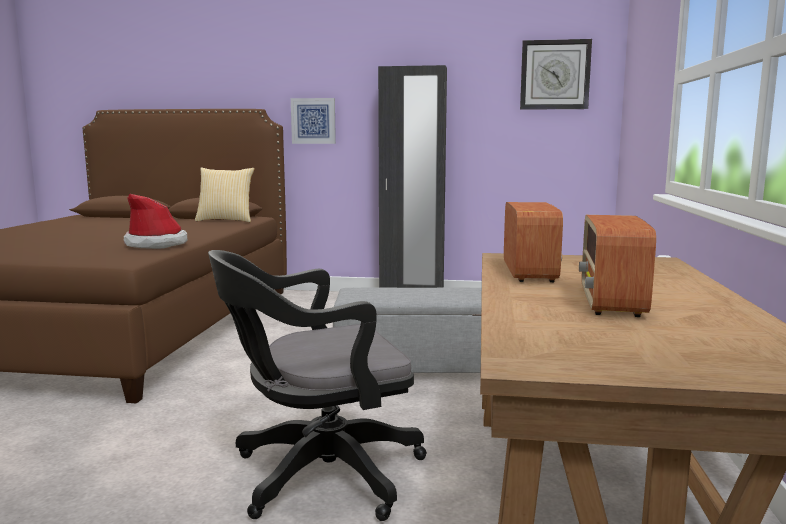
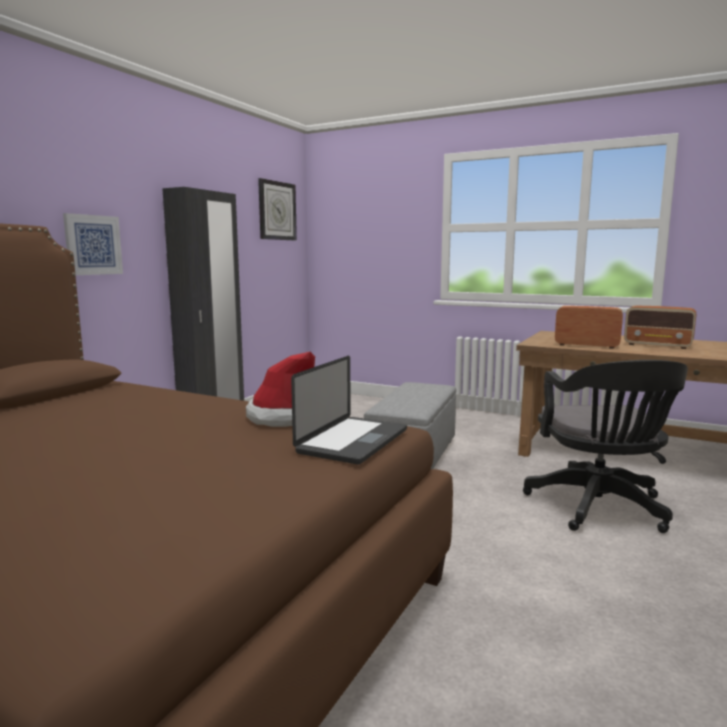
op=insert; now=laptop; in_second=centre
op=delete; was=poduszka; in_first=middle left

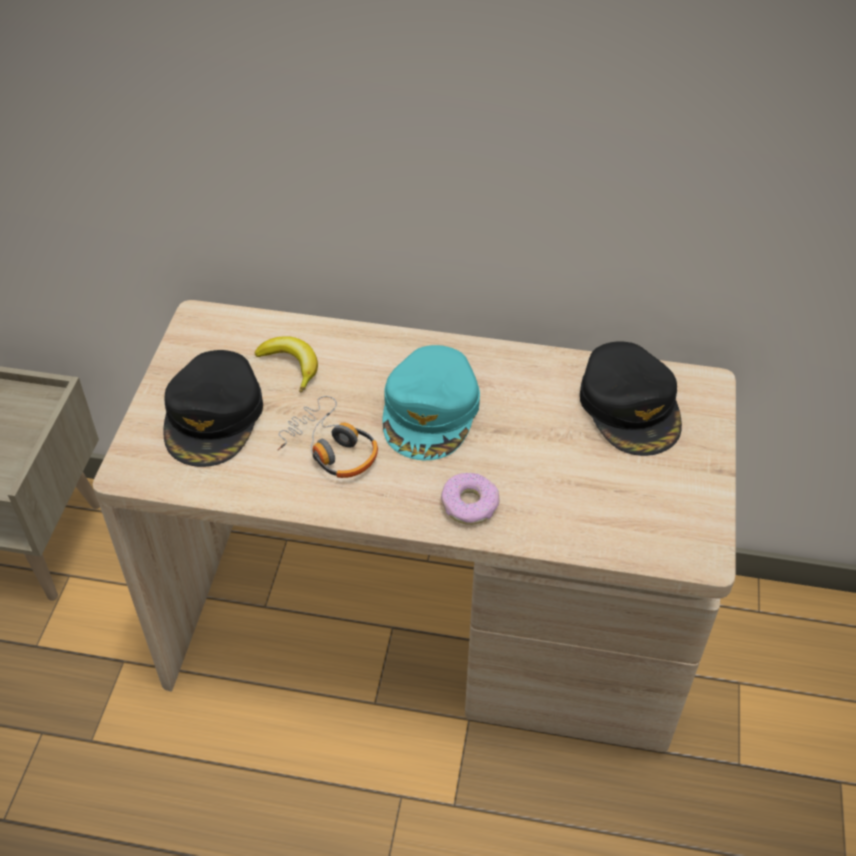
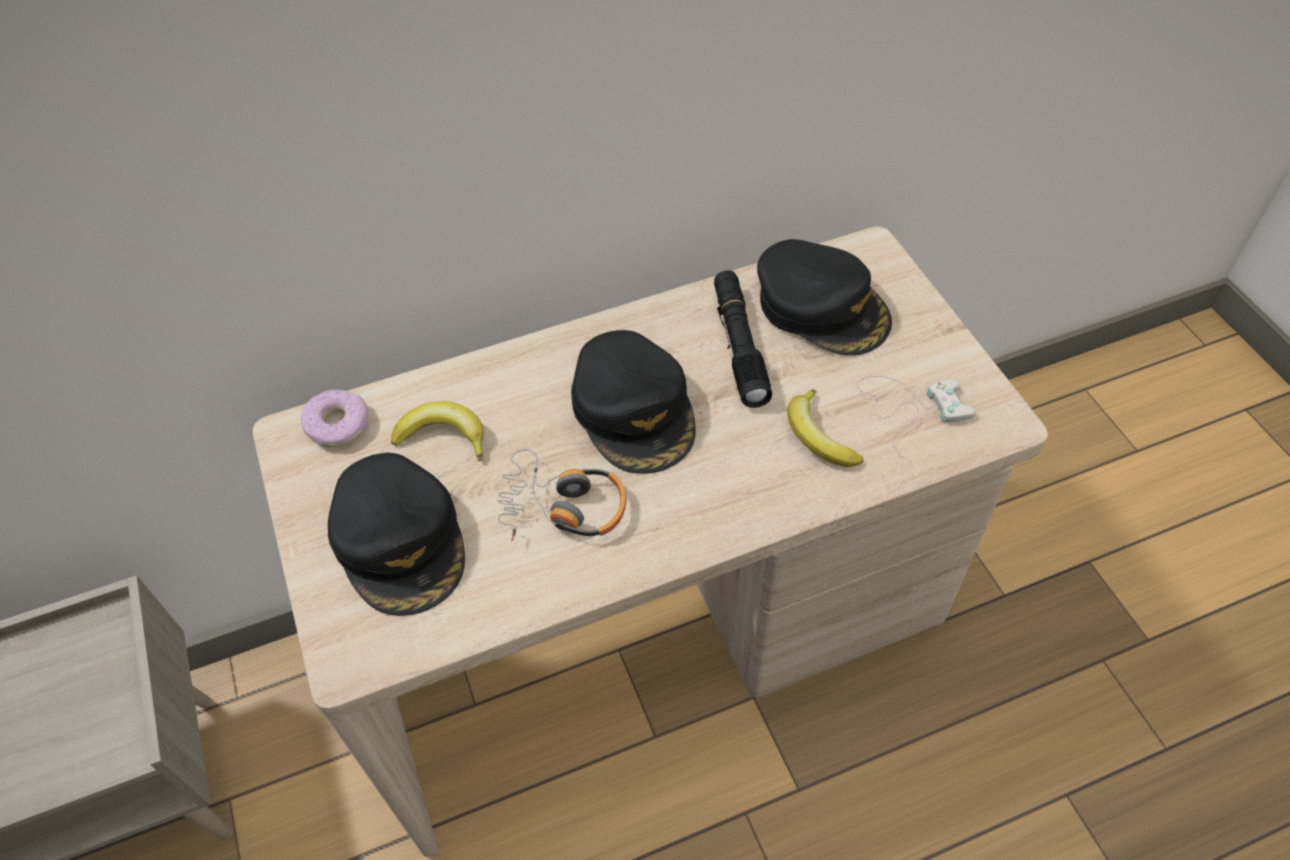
op=move; was=donut; in_first=centre; in_second=middle left
op=recolor; was=czapka z daszkiem/turkusowy; now=czapka z daszkiem/czarny (2nd from left); in_first=centre; in_second=centre
op=insert; now=latarka/czarny; in_second=centre
op=insert; now=banan (2nd from left); in_second=centre
op=insert; now=pad do gier/biały; in_second=middle right

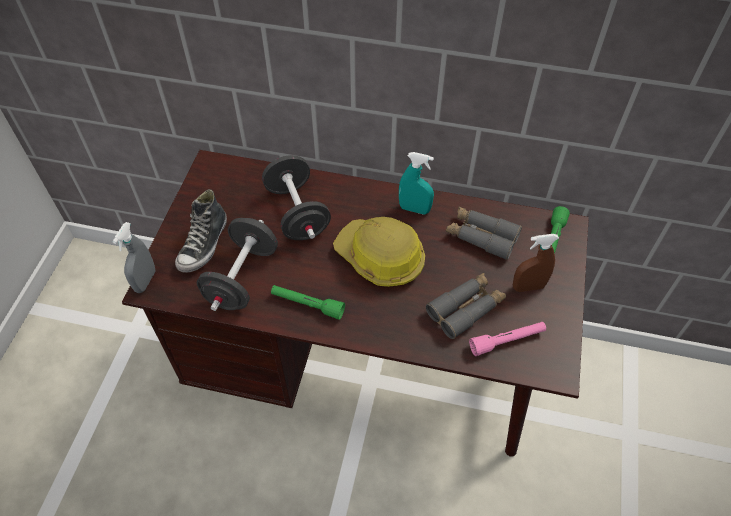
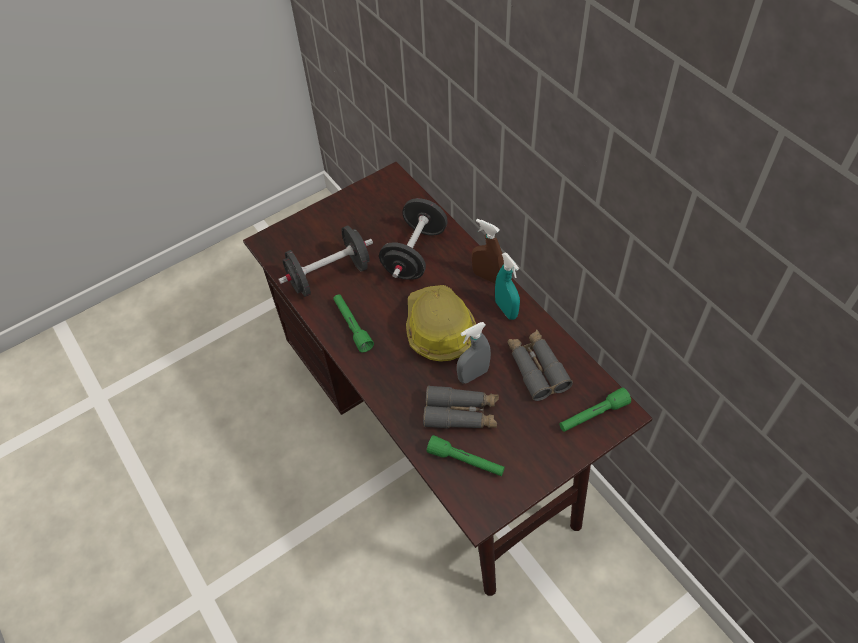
op=recolor; was=latarka/różowy; now=latarka/zielony (2nd from left); in_first=middle right; in_second=bottom centre
op=move; was=spryskiwacz/szary; in_first=middle left; in_second=centre
op=move; was=spryskiwacz/brązowy; in_first=middle right; in_second=centre
op=delete; was=but; in_first=middle left

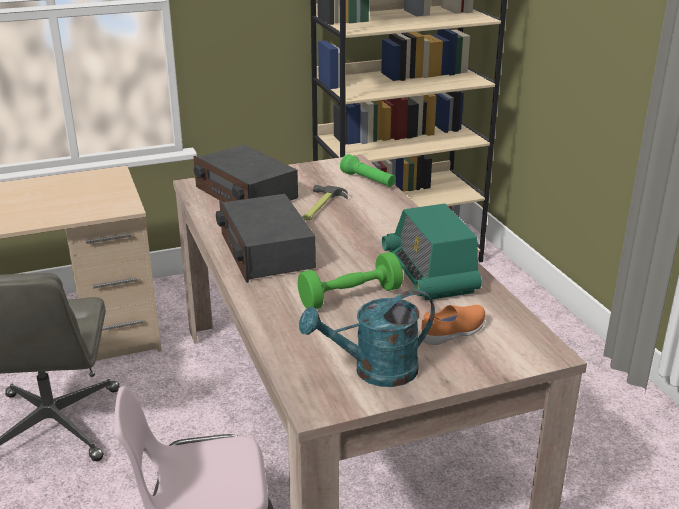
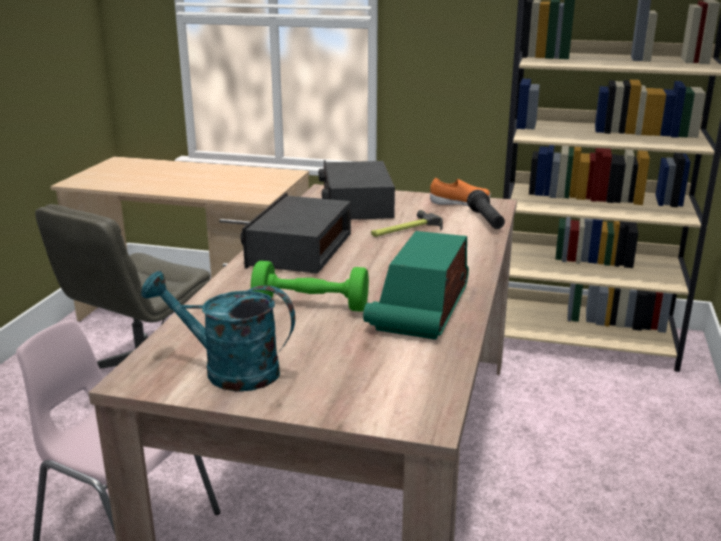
op=move; was=but/pomarańczowy; in_first=middle right; in_second=centre
op=recolor; was=latarka/zielony; now=latarka/czarny; in_first=centre; in_second=middle right

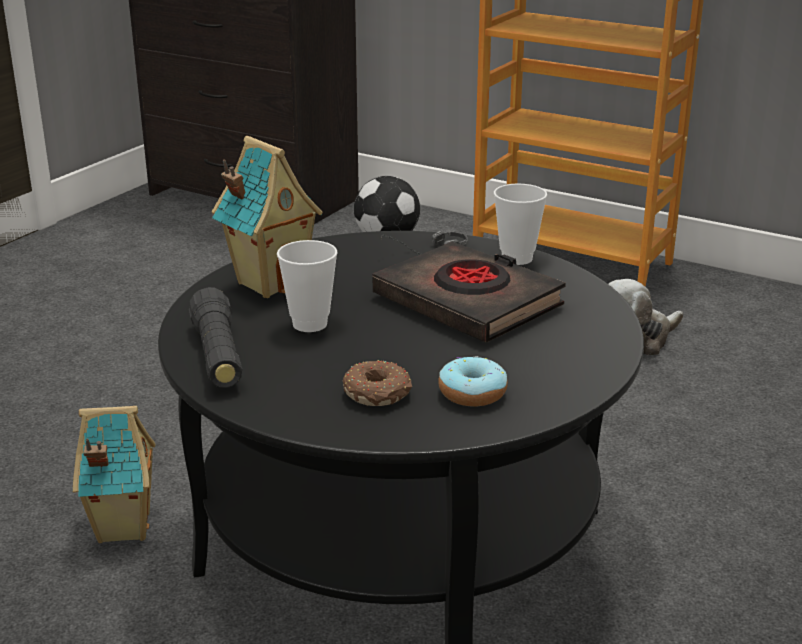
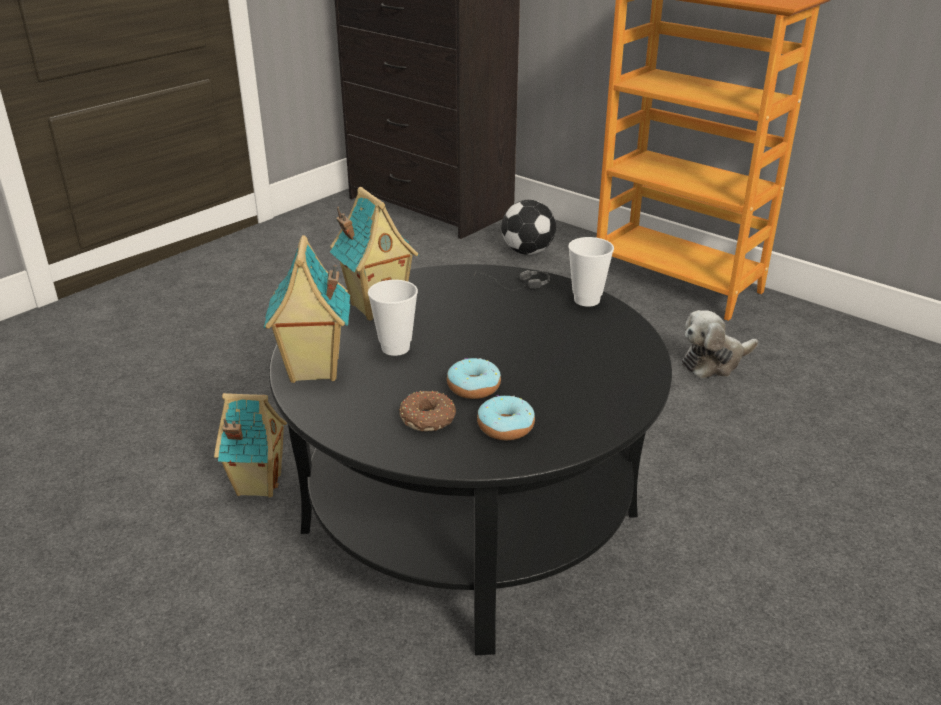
op=replace; was=latarka/czarny; now=domek (2nd from left); in_first=middle left; in_second=middle left
op=insert; now=donut (2nd from left); in_second=centre
op=delete; was=książka/czarny; in_first=centre

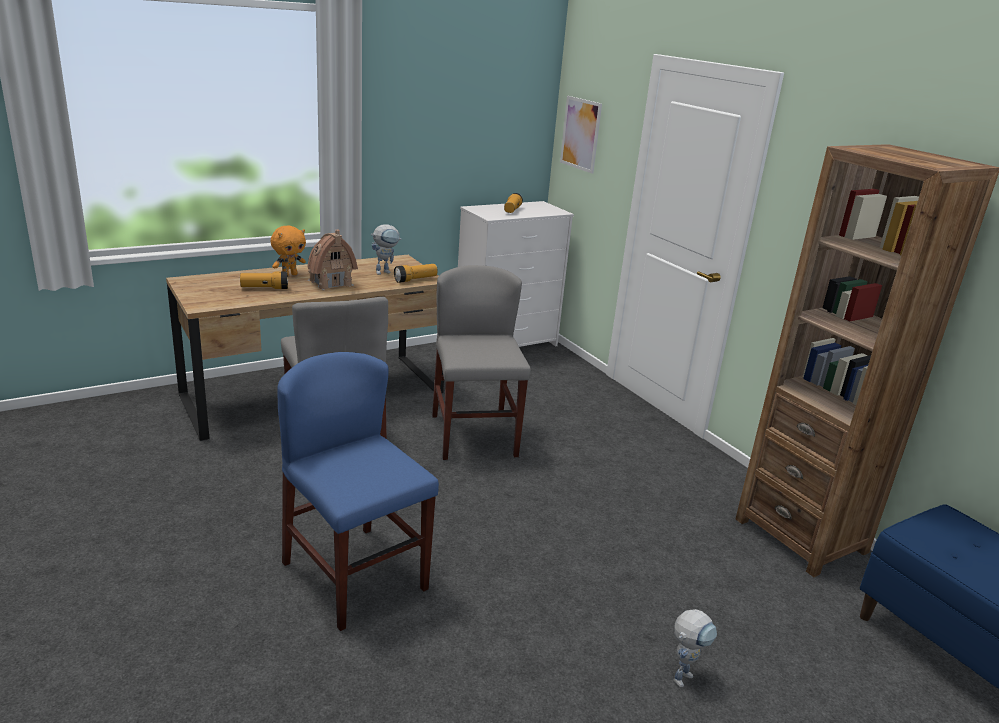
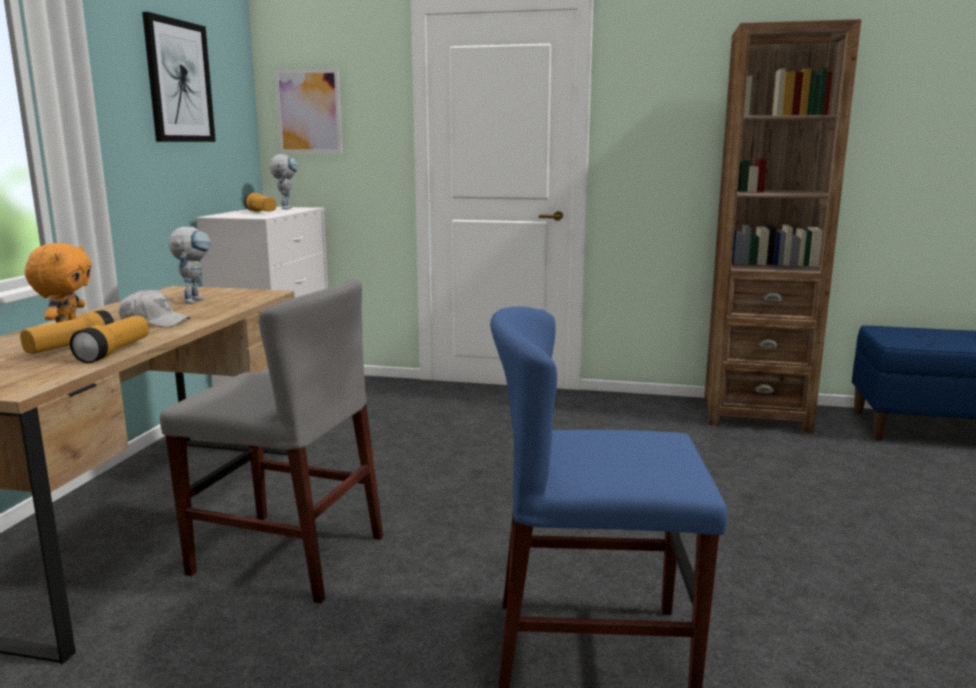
op=move; was=latarka (2nd from left); in_first=centre; in_second=middle left
op=replace; was=domek; now=czapka z daszkiem/biały; in_first=middle left; in_second=middle left
op=insert; now=obraz (1st from left); in_second=top left
op=move; was=robot zabawkowy (2nd from left); in_first=bottom right; in_second=top left
op=delete; was=krzesło/szary (2nd from left); in_first=centre

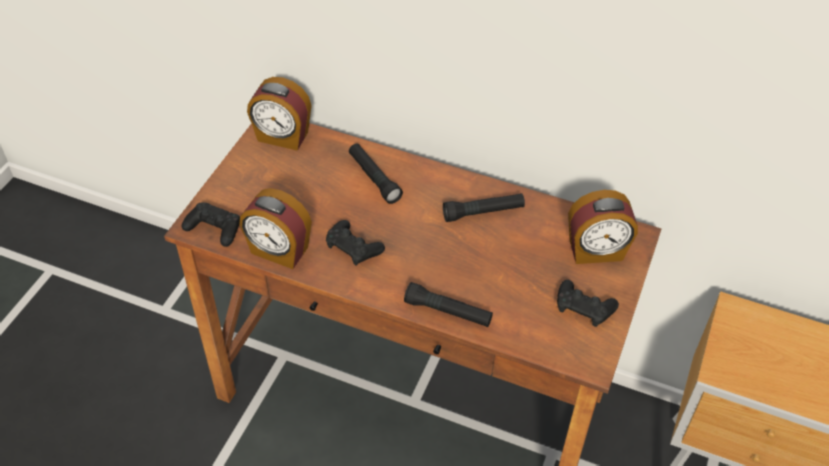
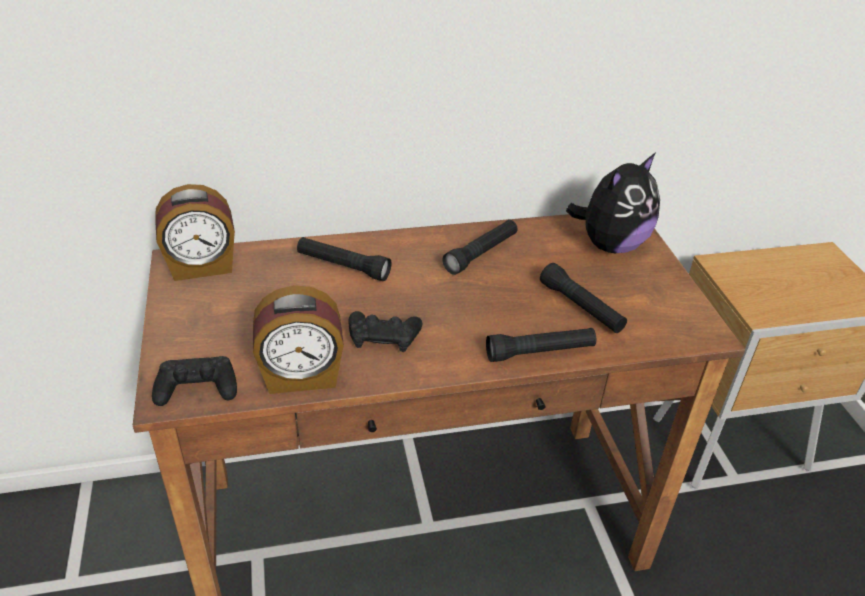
op=insert; now=latarka/czarny (4th from left); in_second=middle right
op=replace; was=budzik (3rd from left); now=pluszak; in_first=middle right; in_second=middle right
op=delete; was=pad do gier/czarny (3rd from left); in_first=middle right

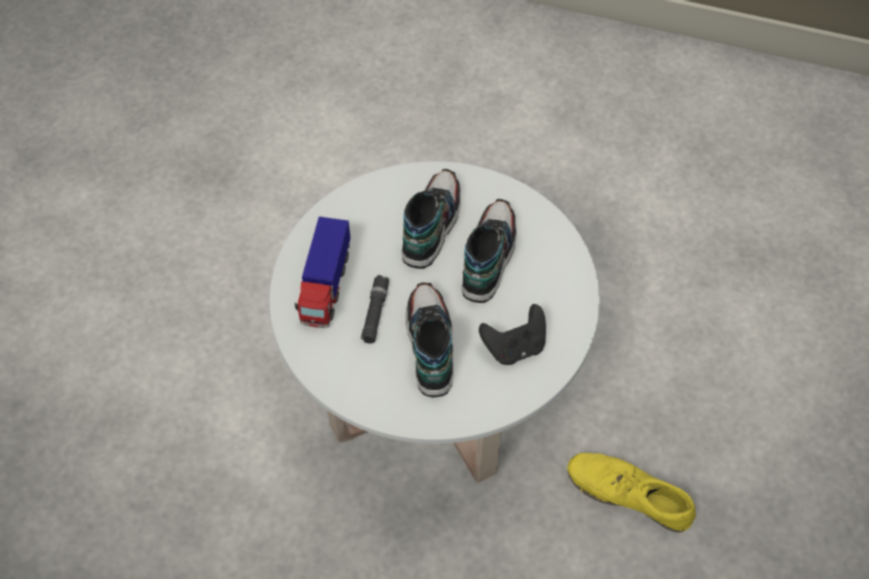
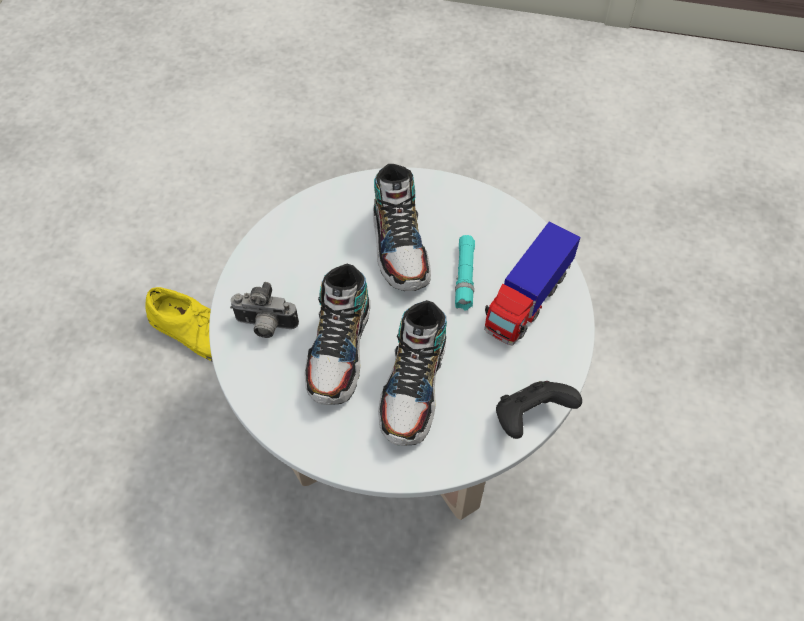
op=insert; now=aparat fotograficzny; in_second=middle left
op=recolor; was=latarka/czarny; now=latarka/turkusowy; in_first=centre; in_second=centre
op=rotate; was=ciężarówka zabawkowa; in_first=centre; in_second=centre; clockwise=-150
op=move; was=pad do gier/czarny; in_first=centre; in_second=middle right

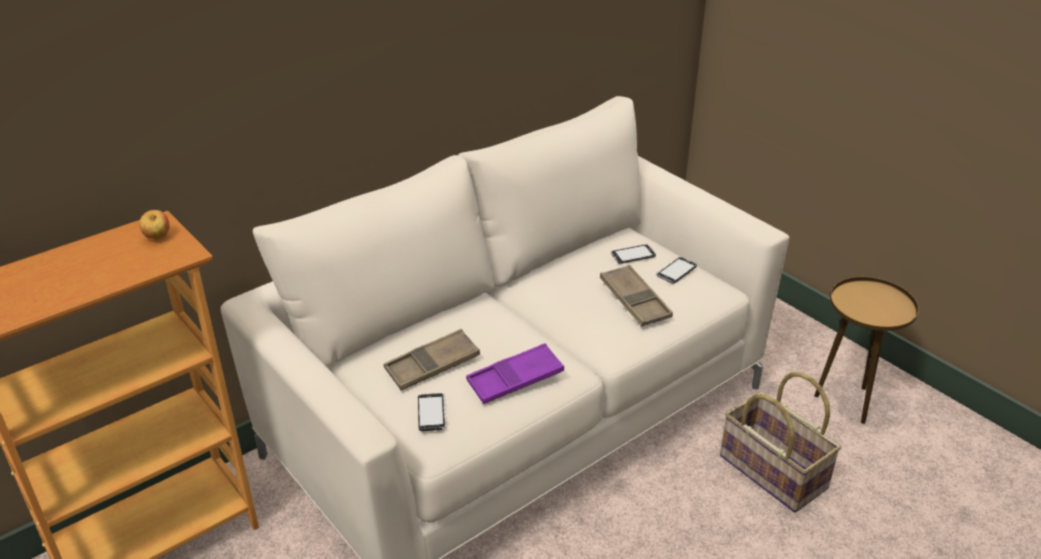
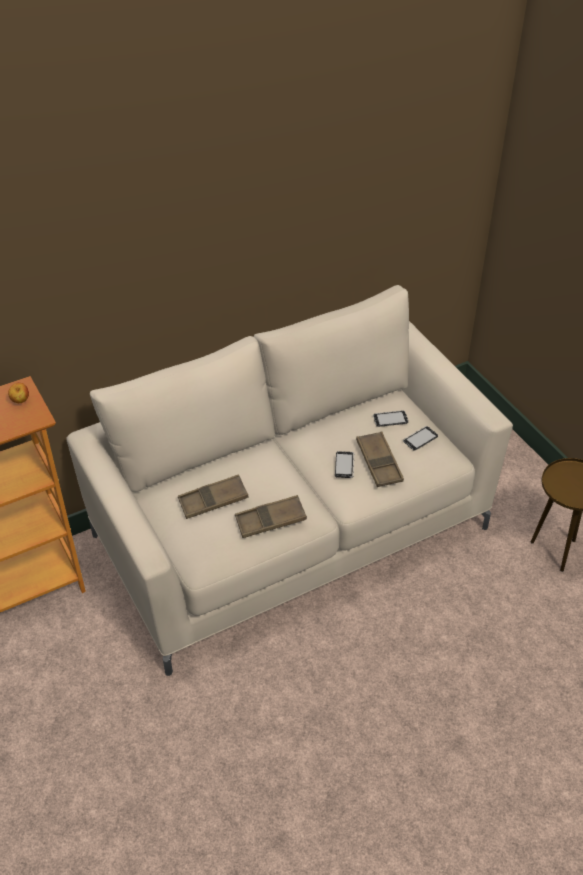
op=recolor; was=taca/fioletowy; now=taca/brązowy (2nd from left); in_first=bottom centre; in_second=centre
op=move; was=telefon (1st from left); in_first=bottom centre; in_second=centre
op=delete; was=koszyk; in_first=bottom right

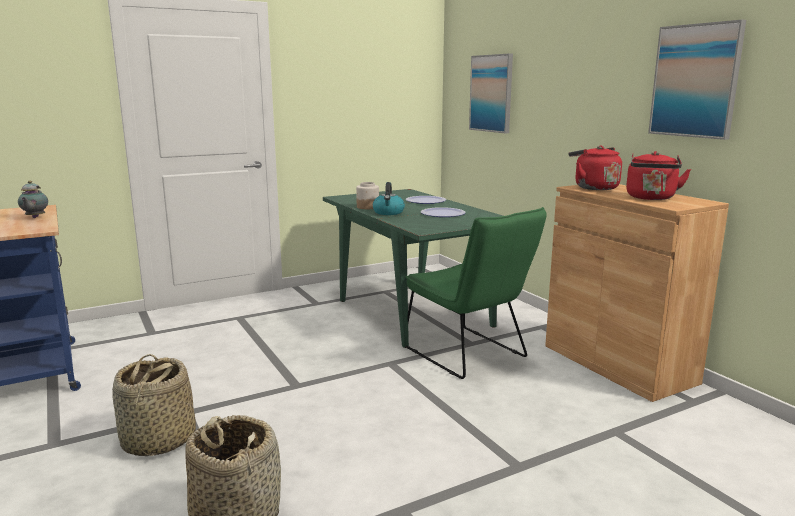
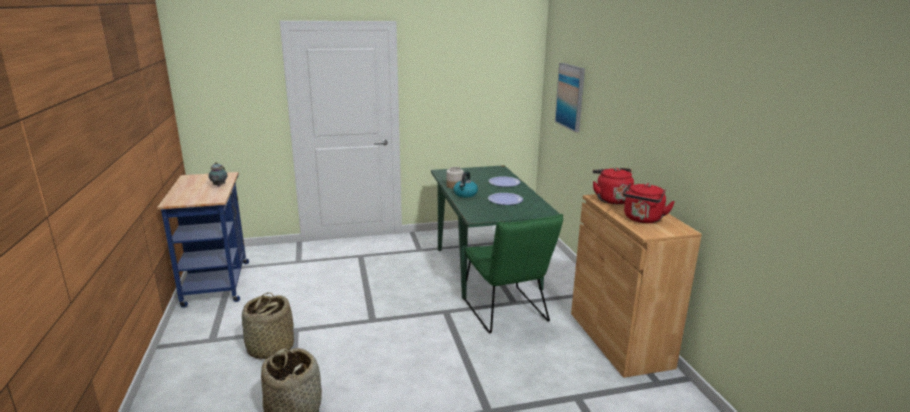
op=delete; was=obraz (2nd from left); in_first=top right

